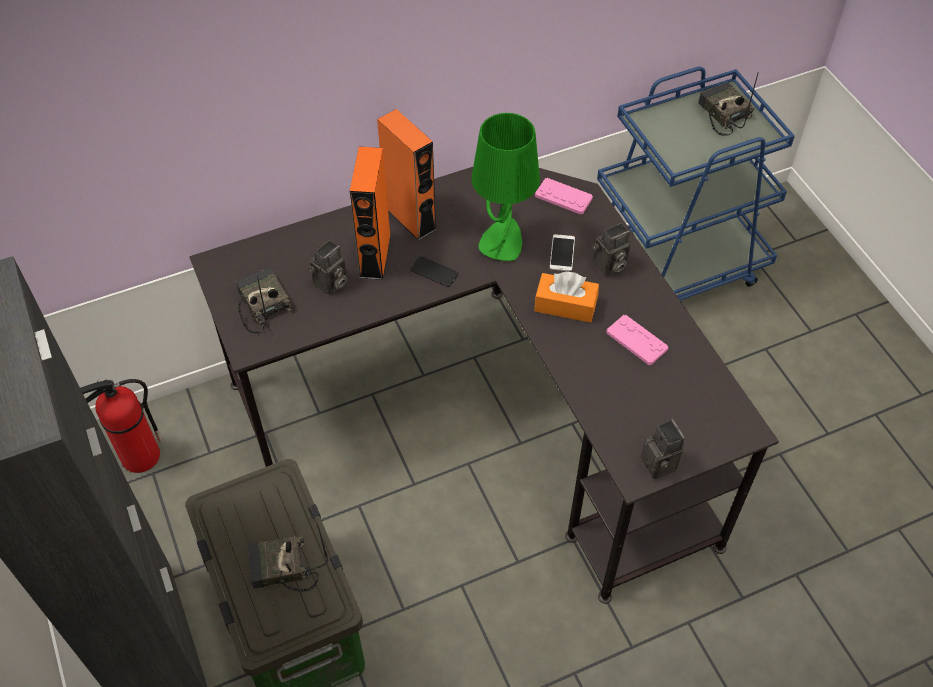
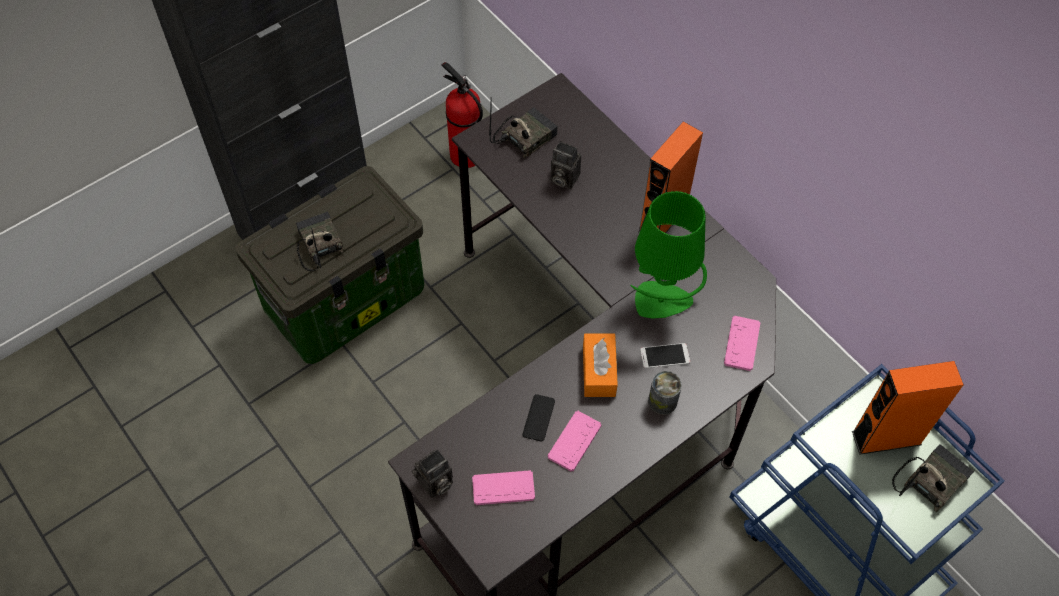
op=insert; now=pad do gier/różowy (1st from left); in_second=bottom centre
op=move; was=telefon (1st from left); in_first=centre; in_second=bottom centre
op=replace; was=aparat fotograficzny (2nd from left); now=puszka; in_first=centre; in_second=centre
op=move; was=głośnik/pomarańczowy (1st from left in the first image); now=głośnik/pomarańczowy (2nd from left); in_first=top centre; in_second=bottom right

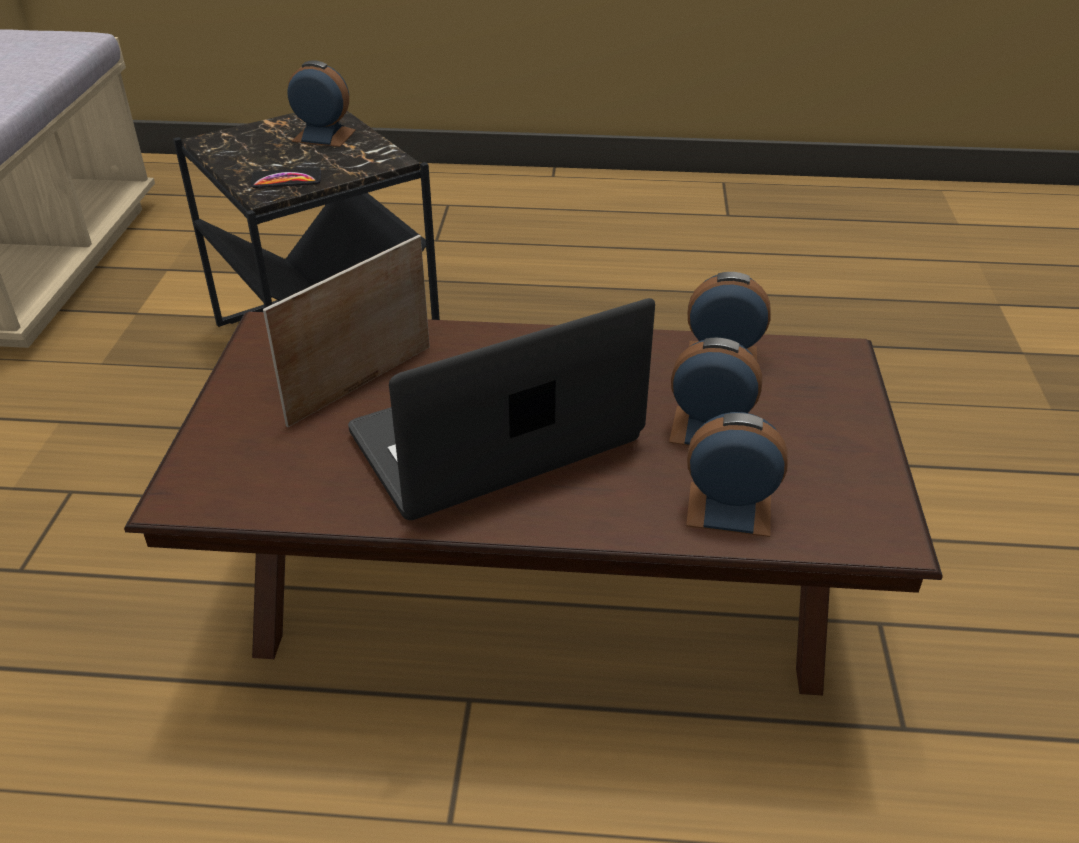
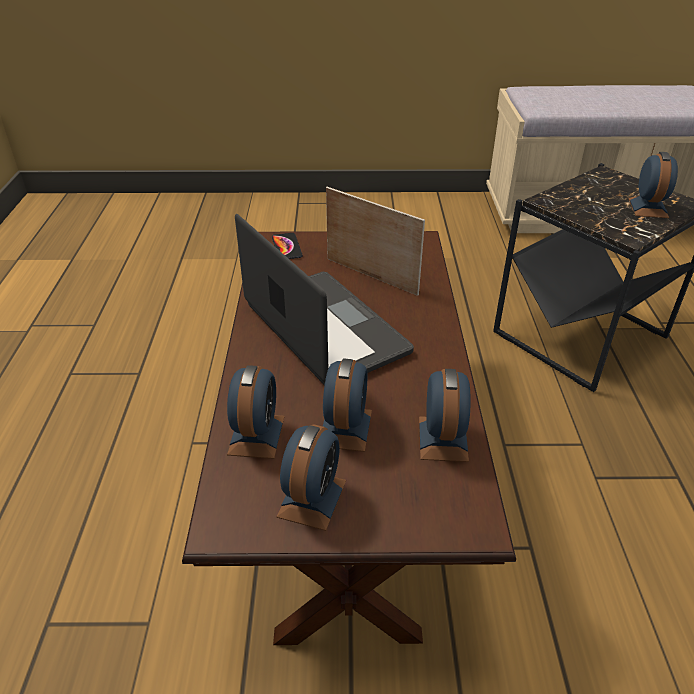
op=move; was=telefon; in_first=top left; in_second=centre
op=insert; now=budzik (2nd from left); in_second=bottom centre

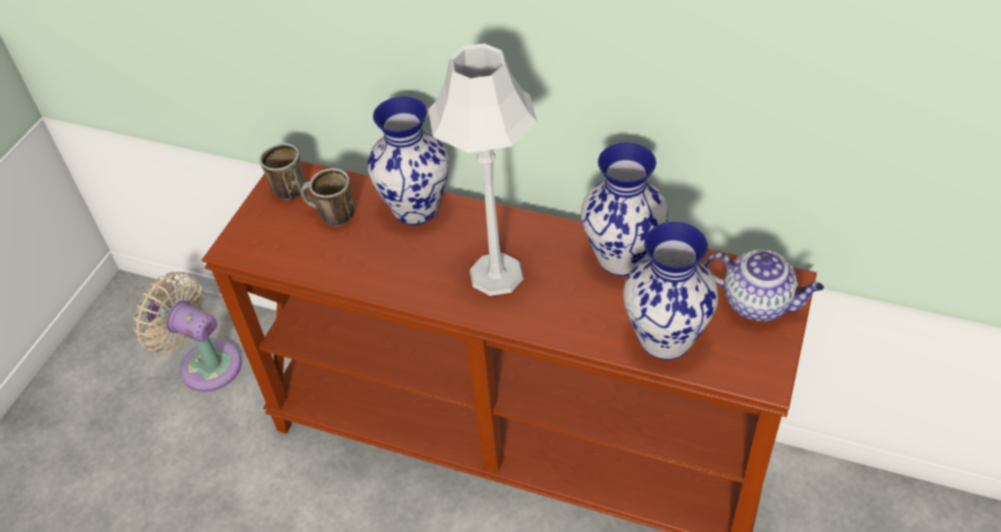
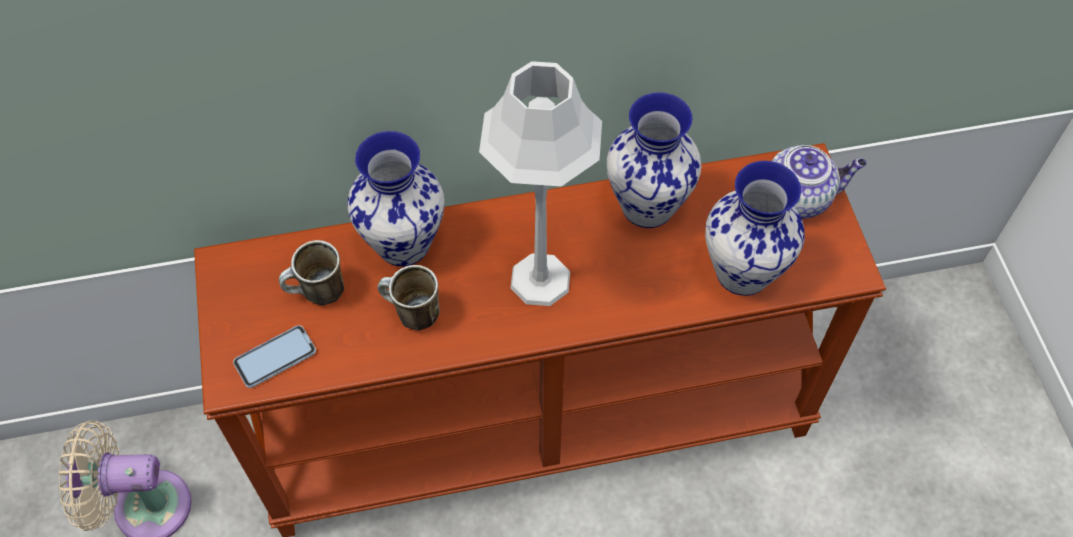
op=insert; now=telefon; in_second=middle left
op=move; was=kubek (1st from left in the first image); now=kubek (2nd from left); in_first=top left; in_second=centre

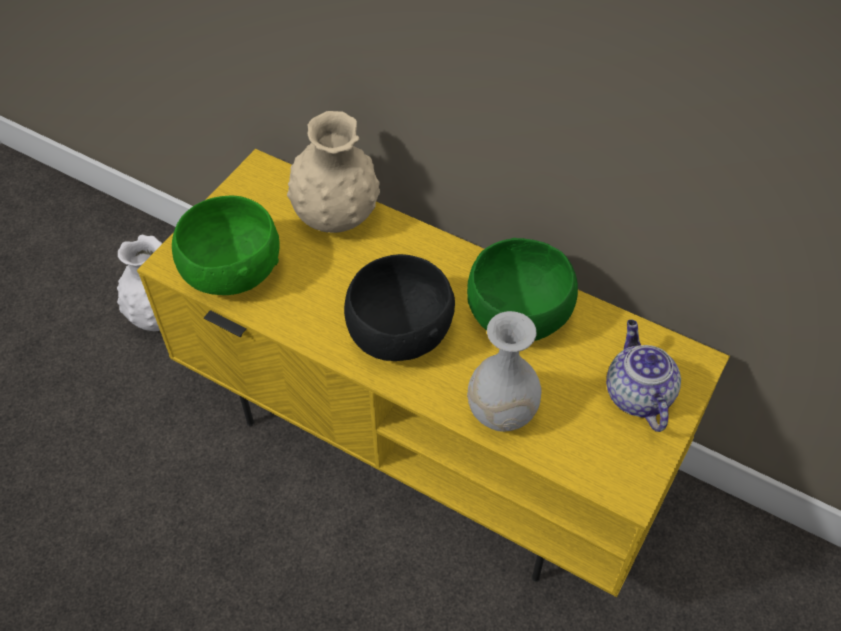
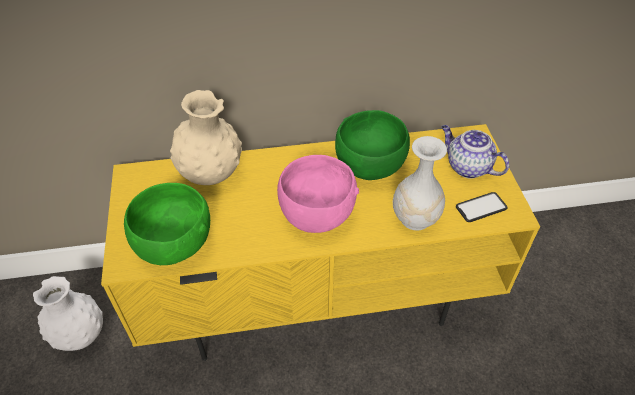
op=recolor; was=miska/czarny; now=miska/różowy; in_first=centre; in_second=centre
op=insert; now=telefon; in_second=middle right

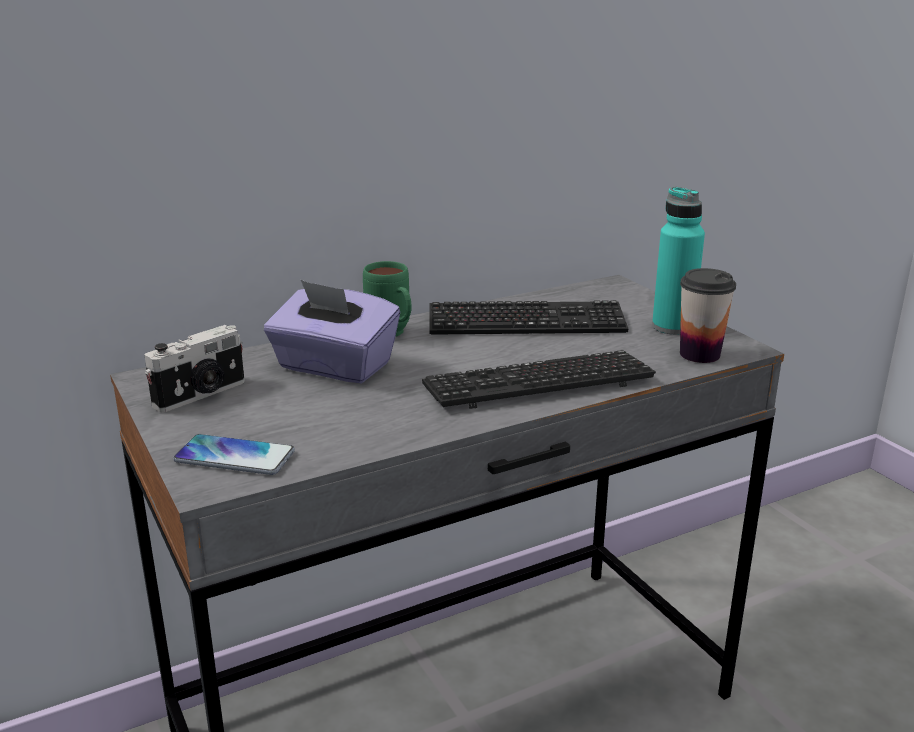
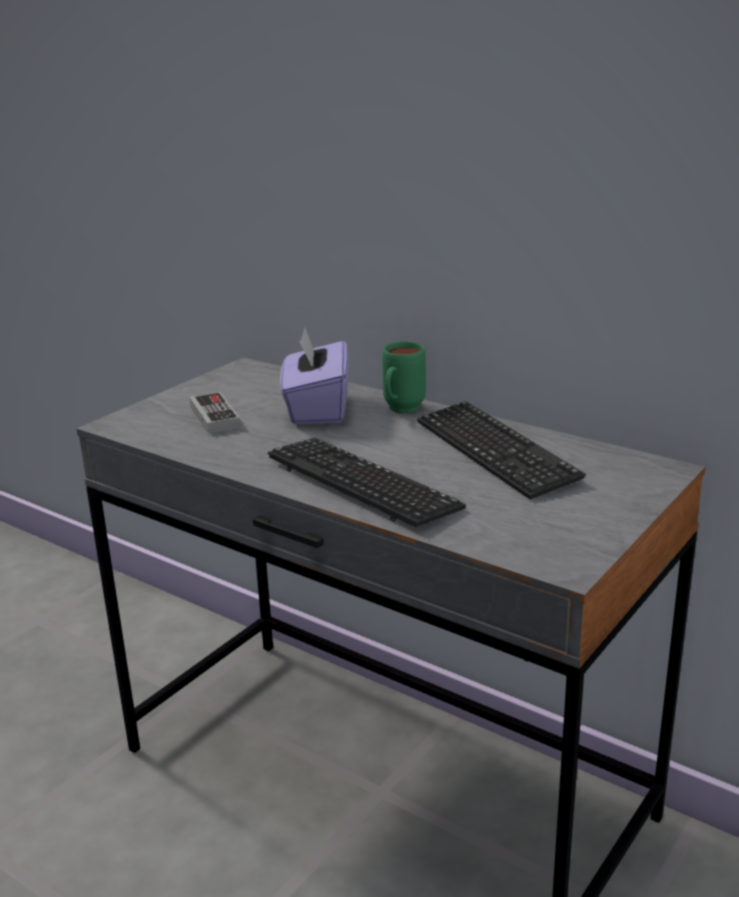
op=insert; now=pad do gier; in_second=middle left
op=delete; was=aparat fotograficzny; in_first=middle left
op=delete; was=telefon; in_first=middle left
op=delete; was=butelka/turkusowy; in_first=middle right
op=delete; was=filiżanka; in_first=middle right

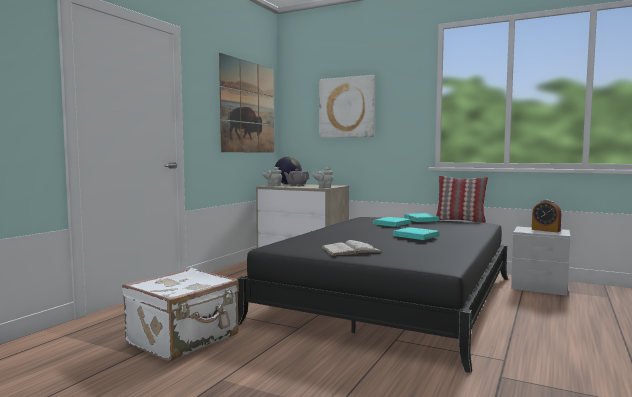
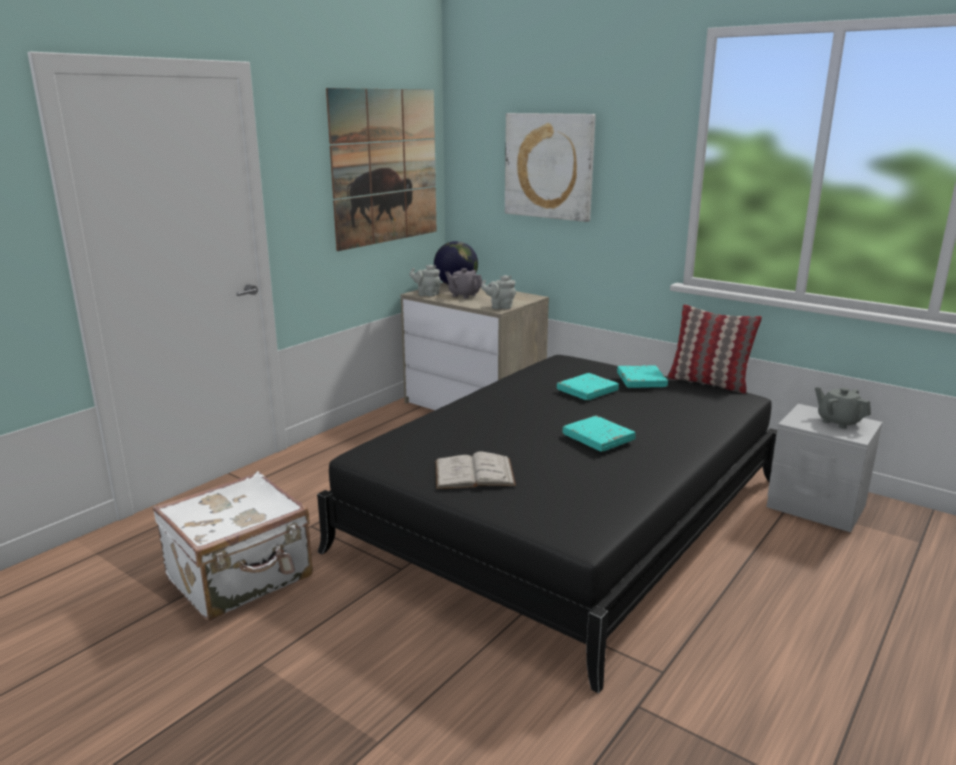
op=replace; was=budzik; now=imbryk/szary (4th from left); in_first=middle right; in_second=middle right

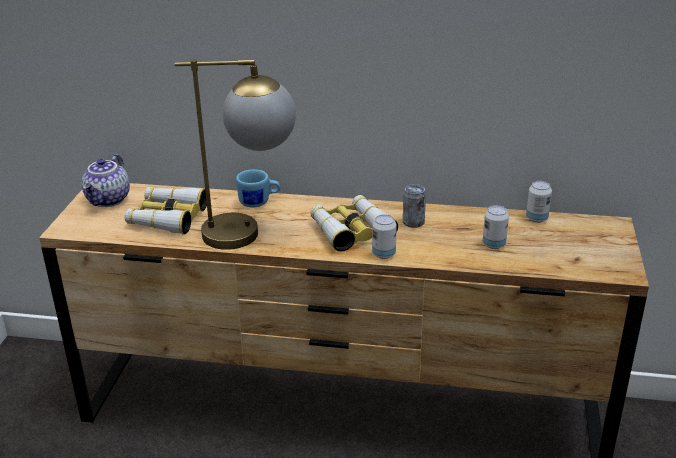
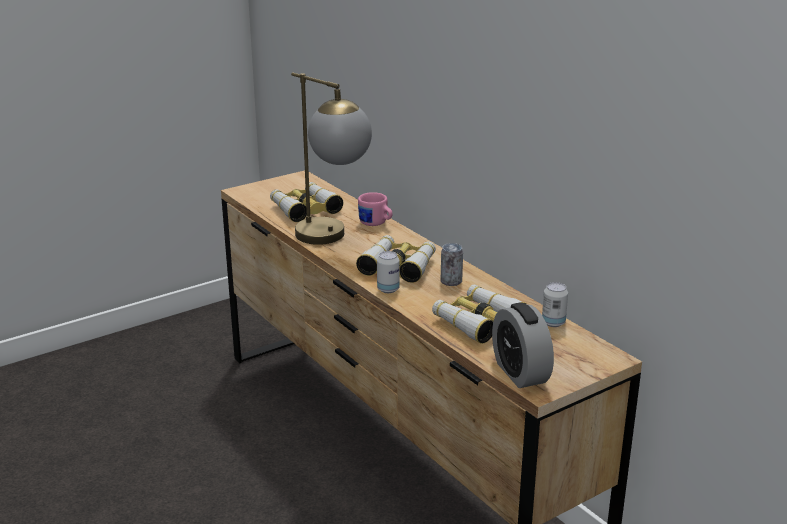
op=recolor; was=kubek/niebieski; now=kubek/różowy; in_first=centre; in_second=centre
op=replace; was=puszka (3rd from left); now=lornetka (3rd from left); in_first=middle right; in_second=centre
op=insert; now=budzik; in_second=centre
op=delete; was=imbryk; in_first=middle left

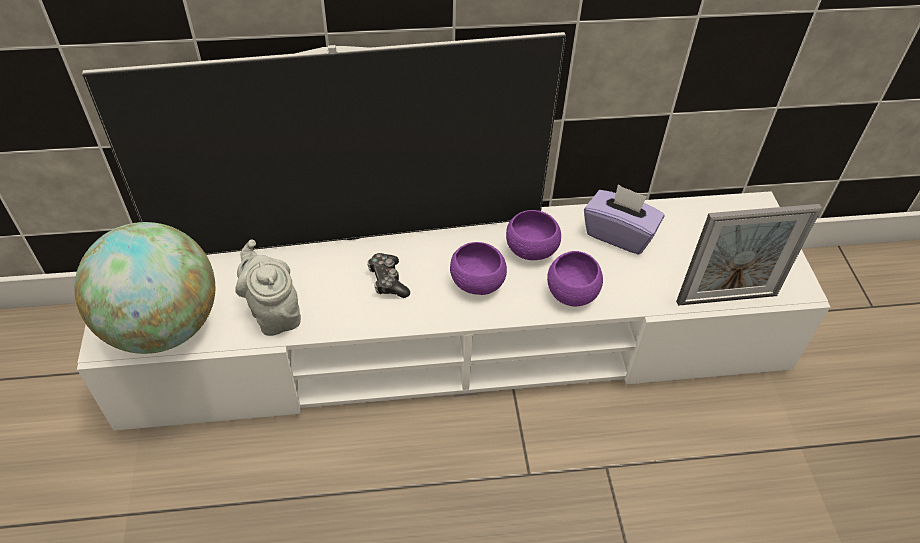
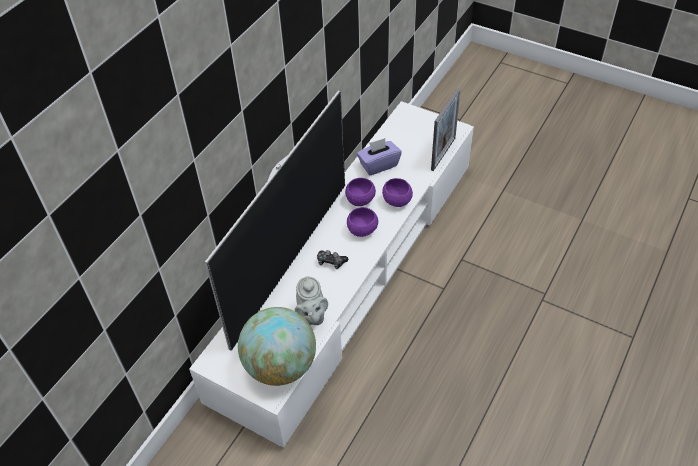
op=rotate; was=imbryk/szary; in_first=middle left; in_second=centre; clockwise=-105

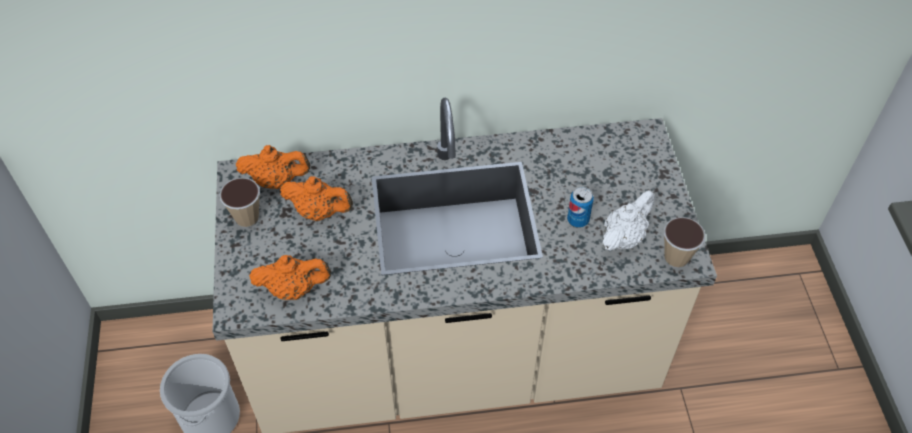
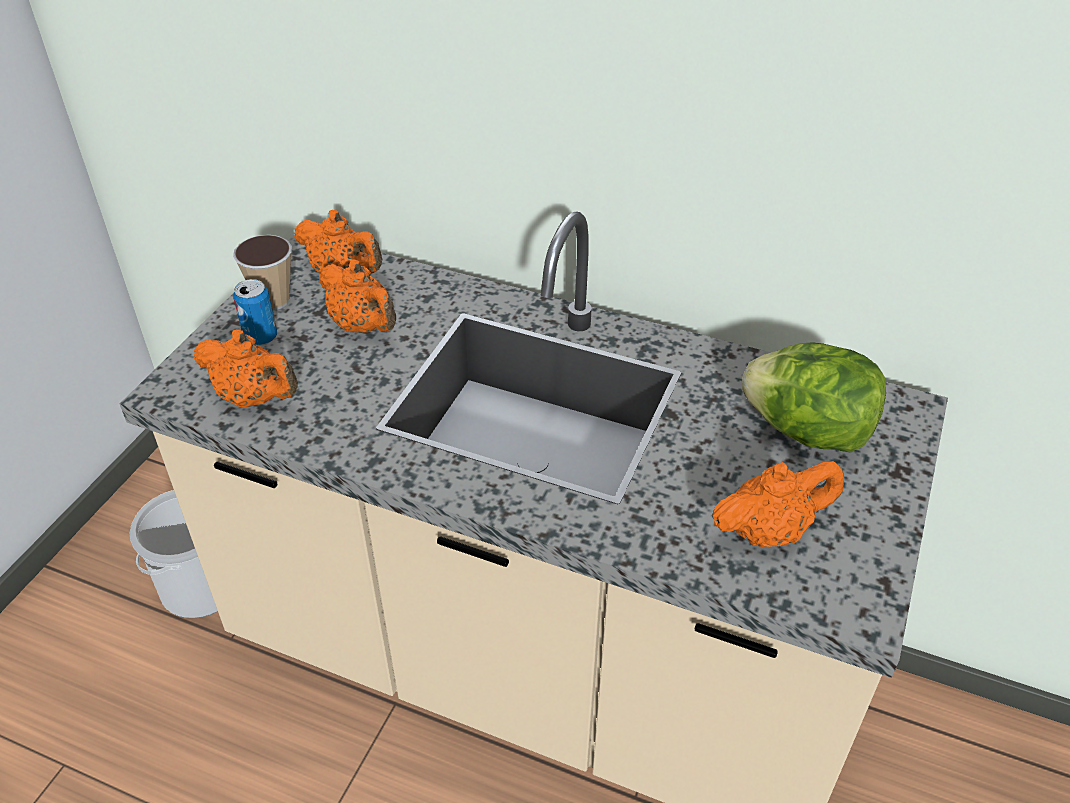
op=move; was=puszka; in_first=centre; in_second=middle left
op=recolor; was=imbryk/biały; now=imbryk/pomarańczowy (4th from left); in_first=middle right; in_second=middle right
op=insert; now=sałata; in_second=middle right
op=delete; was=filiżanka (2nd from left); in_first=middle right

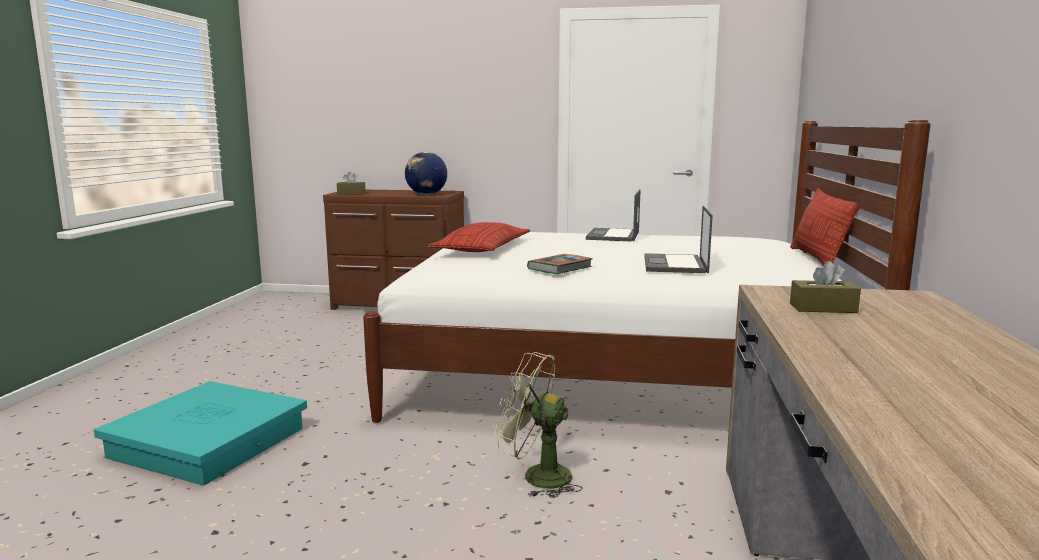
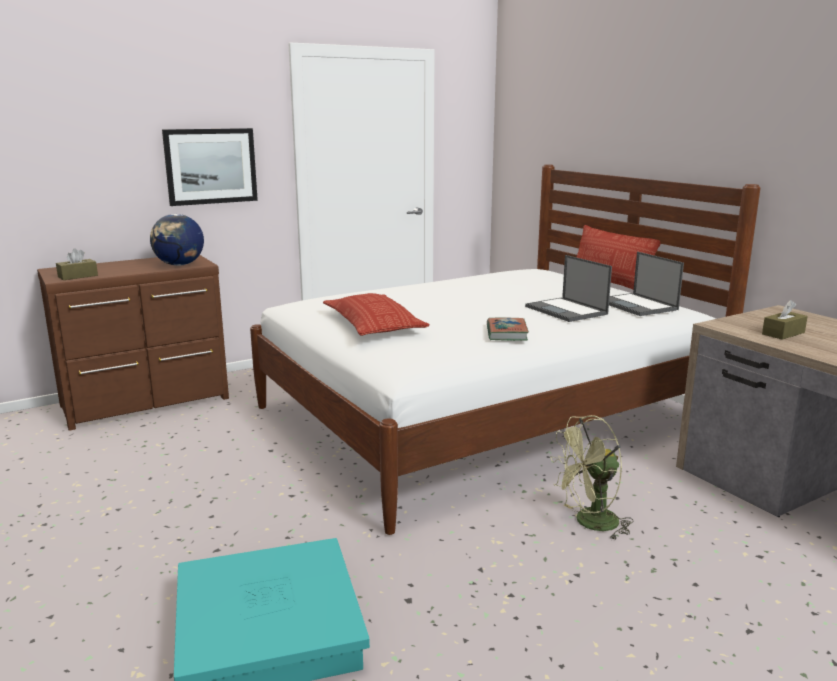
op=insert; now=obraz; in_second=top left
op=move; was=laptop (1st from left in the first image); now=laptop (2nd from left); in_first=centre; in_second=middle right

